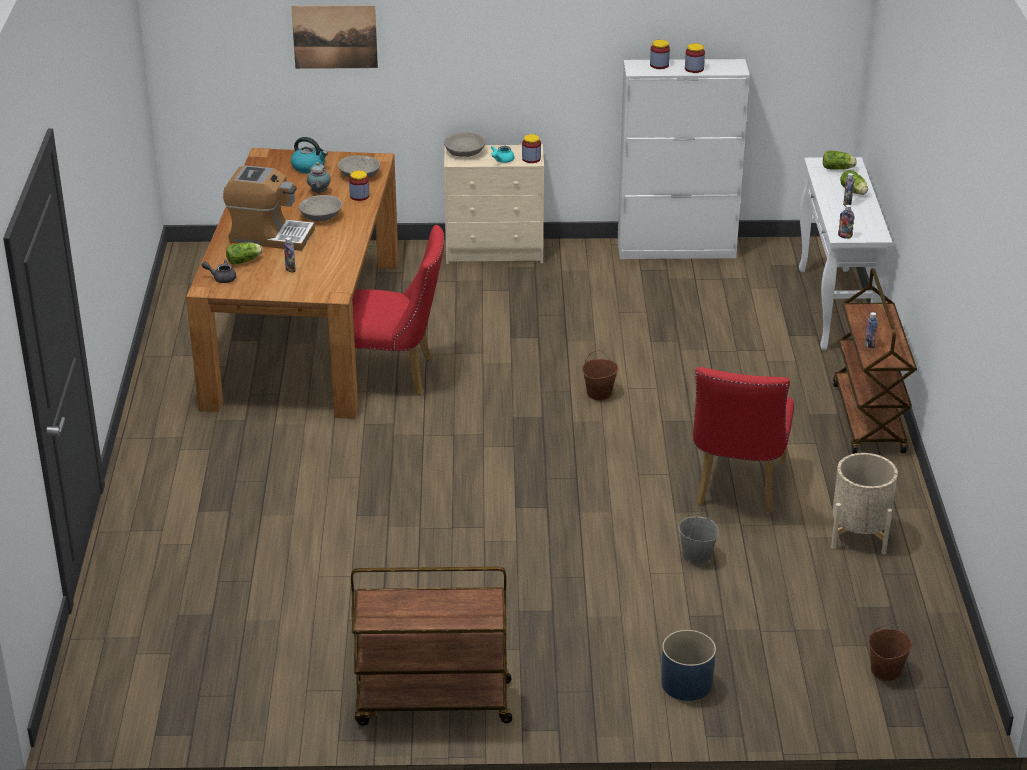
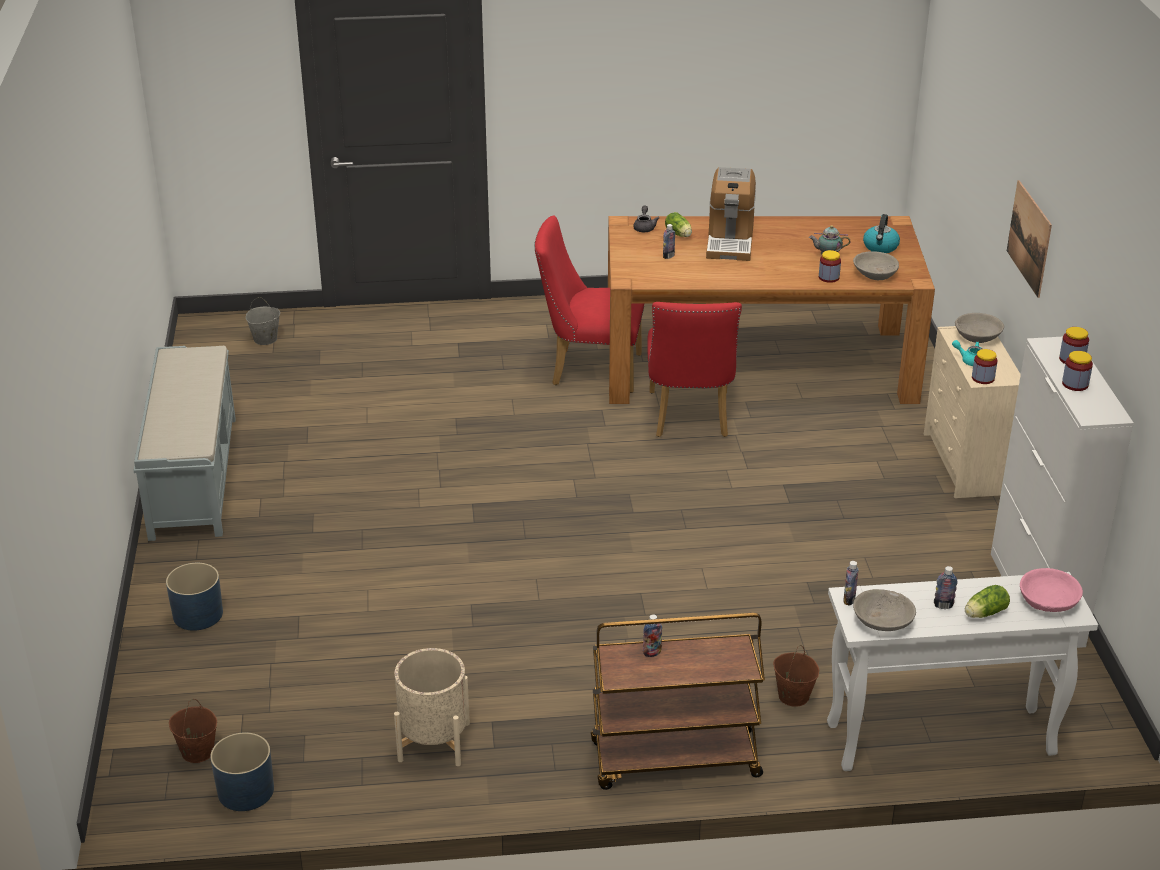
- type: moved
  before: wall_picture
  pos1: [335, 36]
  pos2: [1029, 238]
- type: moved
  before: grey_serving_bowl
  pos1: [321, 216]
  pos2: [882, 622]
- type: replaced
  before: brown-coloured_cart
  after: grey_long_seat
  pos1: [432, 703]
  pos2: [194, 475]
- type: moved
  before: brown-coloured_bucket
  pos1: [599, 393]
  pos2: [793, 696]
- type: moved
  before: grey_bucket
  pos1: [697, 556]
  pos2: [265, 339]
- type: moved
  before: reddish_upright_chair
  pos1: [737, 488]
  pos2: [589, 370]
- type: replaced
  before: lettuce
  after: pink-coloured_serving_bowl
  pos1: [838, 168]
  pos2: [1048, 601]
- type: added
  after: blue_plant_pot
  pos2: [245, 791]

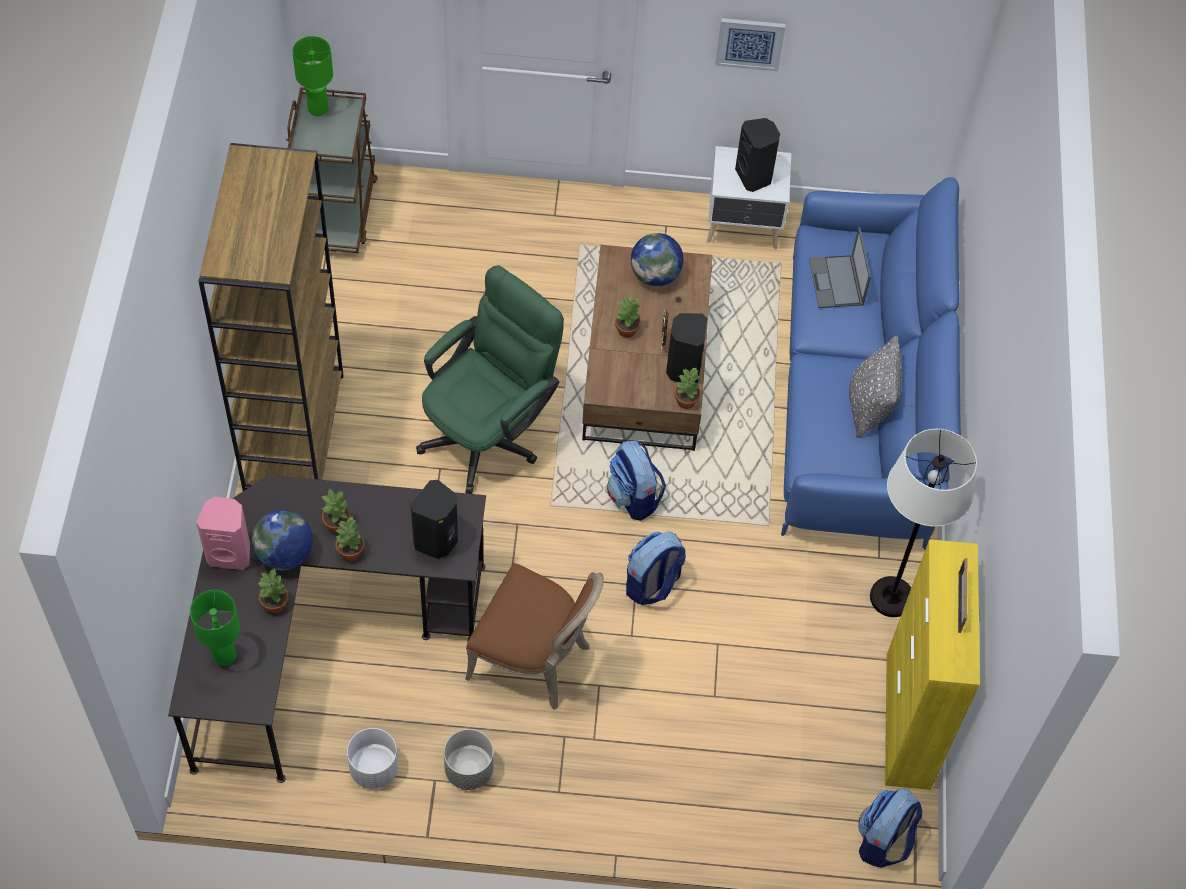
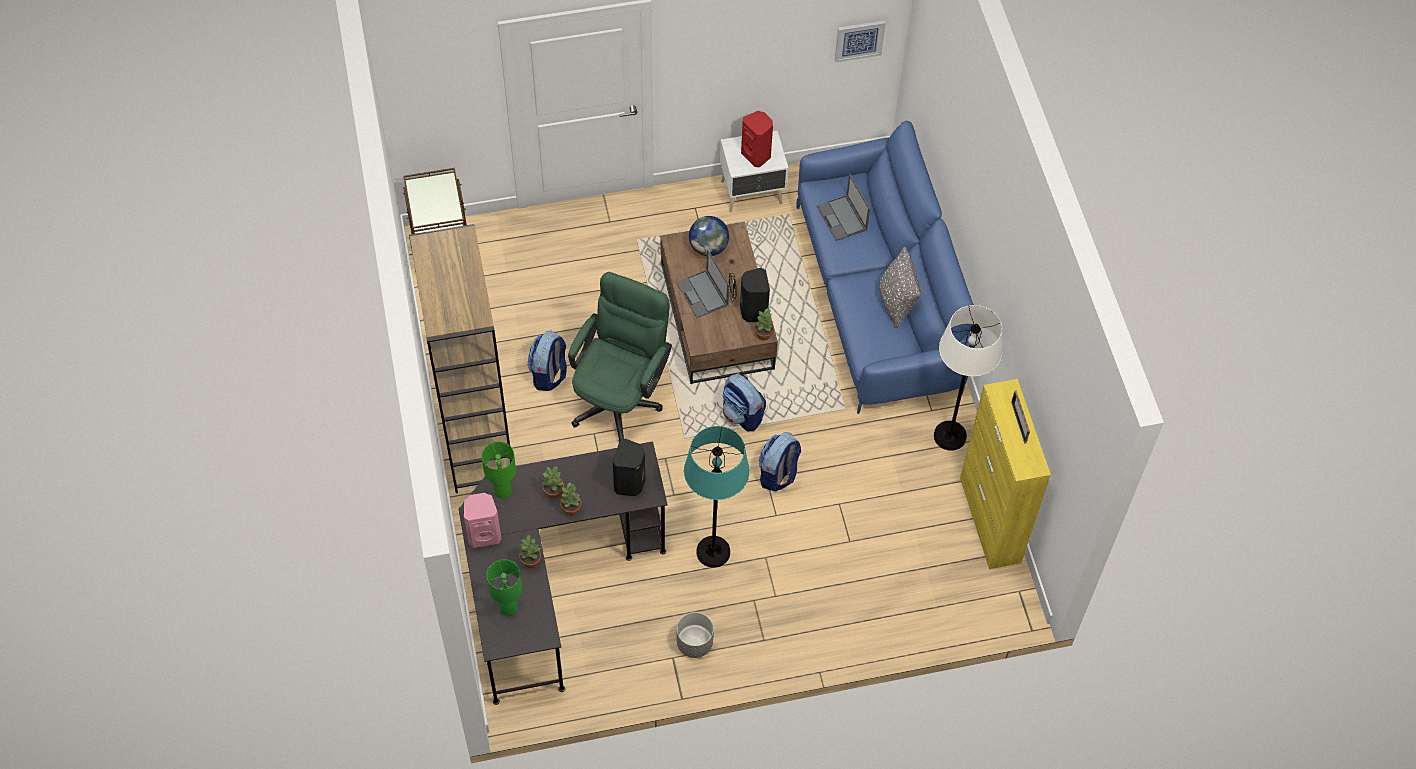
- type: removed
  before: globe
  pos1: [285, 554]
- type: moved
  before: greenish_table_lamp
  pos1: [318, 109]
  pos2: [503, 491]
- type: removed
  before: white_plant_pot
  pos1: [373, 769]
- type: replaced
  before: brown-coloured_upright_chair
  after: blue-green_standing_lamp
  pos1: [534, 660]
  pos2: [713, 552]
- type: replaced
  before: houseplant
  after: portable_computer
  pos1: [627, 330]
  pos2: [702, 294]
- type: moved
  before: wall_picture
  pos1: [750, 43]
  pos2: [859, 40]
- type: recoloured
  before: black-coloured_loudspeaker
  after: reddish_loudspeaker
  pos1: [754, 176]
  pos2: [757, 155]
- type: moved
  before: knapsack
  pos1: [883, 841]
  pos2: [549, 374]

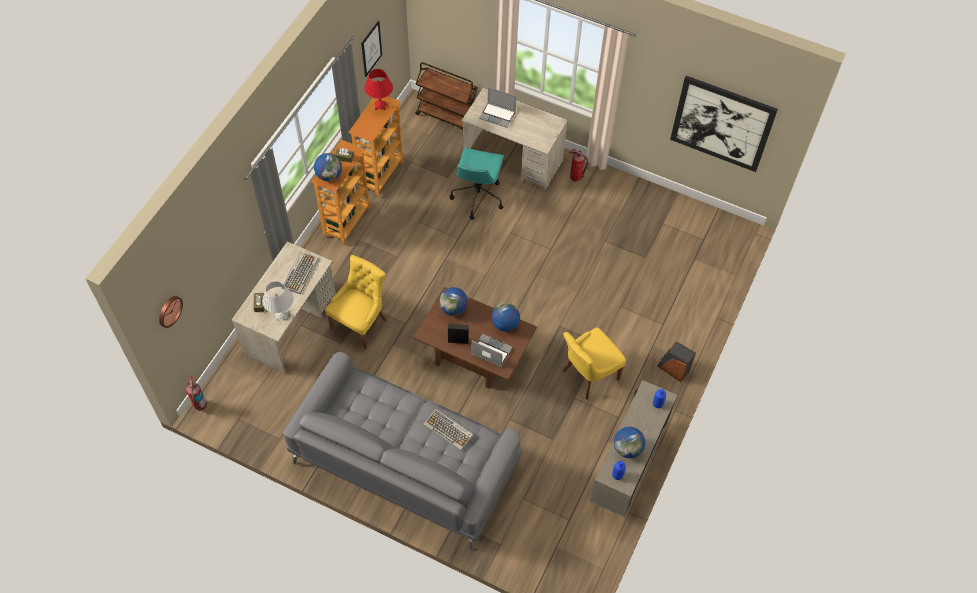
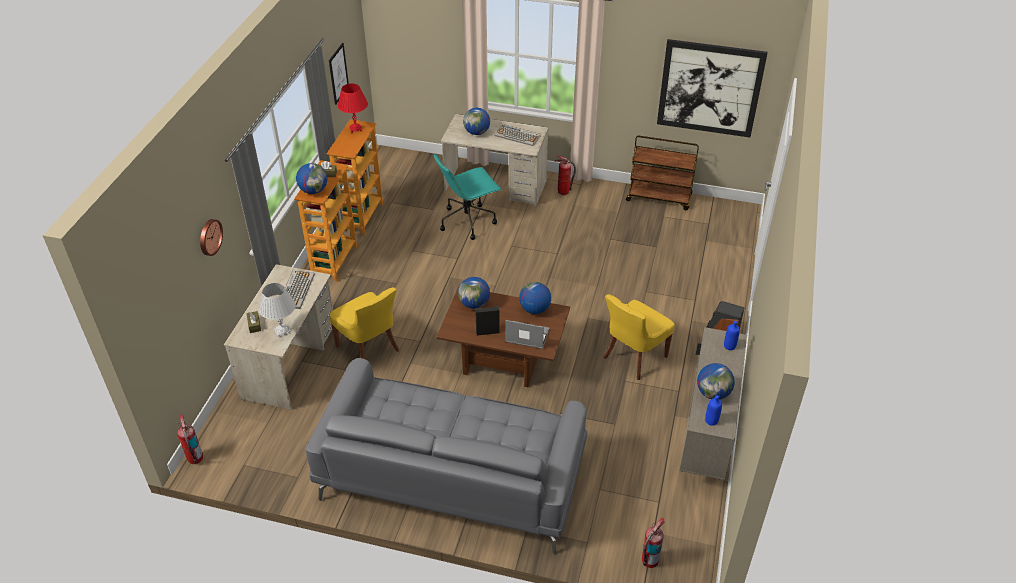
- type: moved
  before: clock_on_the_wall
  pos1: [169, 311]
  pos2: [209, 237]
- type: turned
  before: yellow_upright_chair
  pos1: [360, 323]
  pos2: [369, 349]
  turn: 120
- type: moved
  before: brown-coloured_cart
  pos1: [447, 116]
  pos2: [659, 198]
- type: moved
  before: computer_keyboard
  pos1: [449, 430]
  pos2: [517, 136]
- type: turned
  before: blue-green_desk_chair
  pos1: [477, 196]
  pos2: [468, 221]
  turn: 60
- type: replaced
  before: portable_computer
  after: globe
  pos1: [498, 115]
  pos2: [477, 132]
- type: added
  after: extinguisher
  pos2: [649, 560]

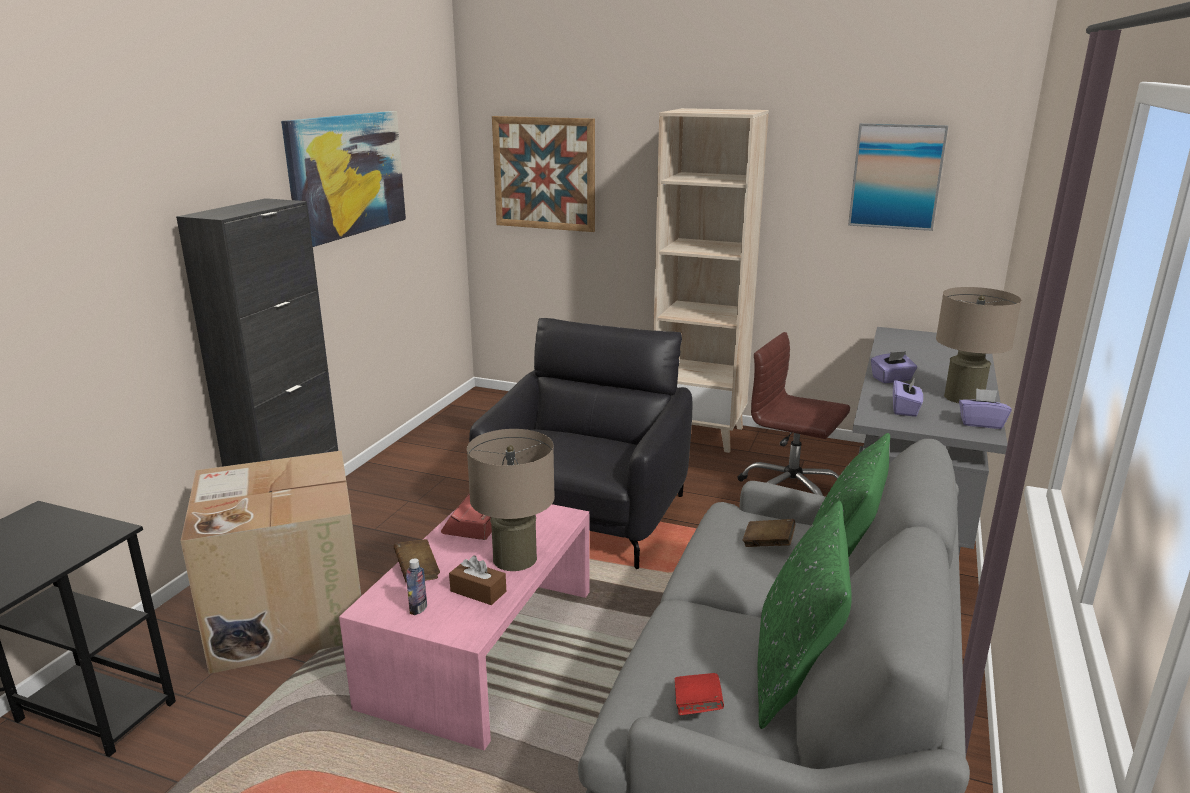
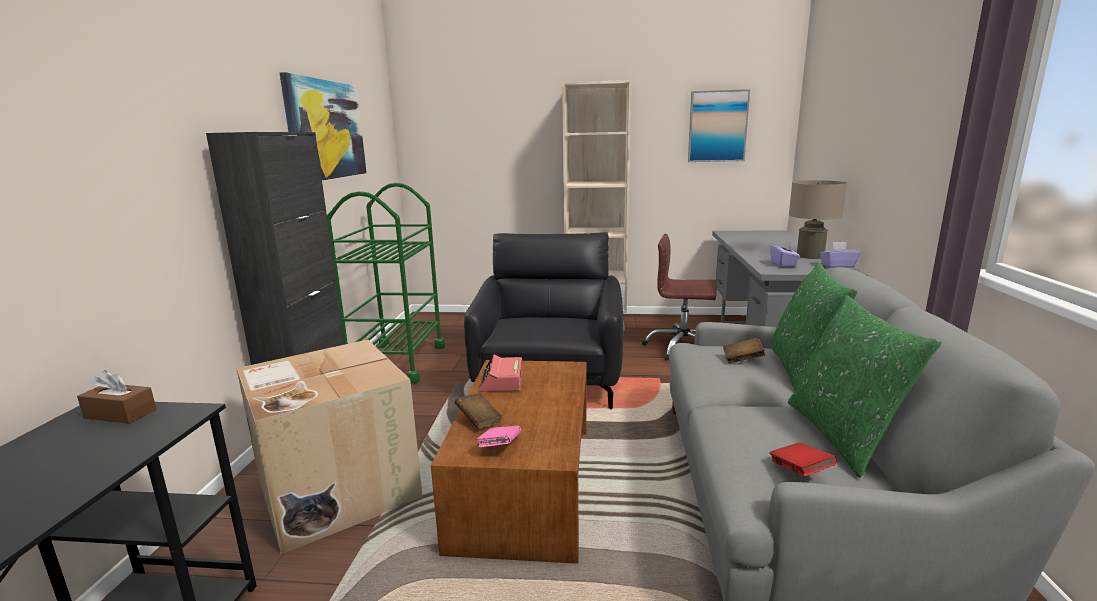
- type: recoloured
  before: pink-coloured_low_table
  after: brown-coloured_low_table
  pos1: [483, 646]
  pos2: [526, 483]
- type: replaced
  before: drink_bottle
  after: pink-coloured_book
  pos1: [418, 609]
  pos2: [500, 447]
- type: moved
  before: brown-coloured_tissue_box
  pos1: [478, 591]
  pos2: [120, 413]
- type: removed
  before: beige_table_lamp
  pos1: [515, 558]
- type: removed
  before: wall_picture
  pos1: [544, 173]
- type: removed
  before: purple_tissue_box
  pos1: [892, 379]
- type: added
  after: greenish_cart
  pos2: [397, 362]

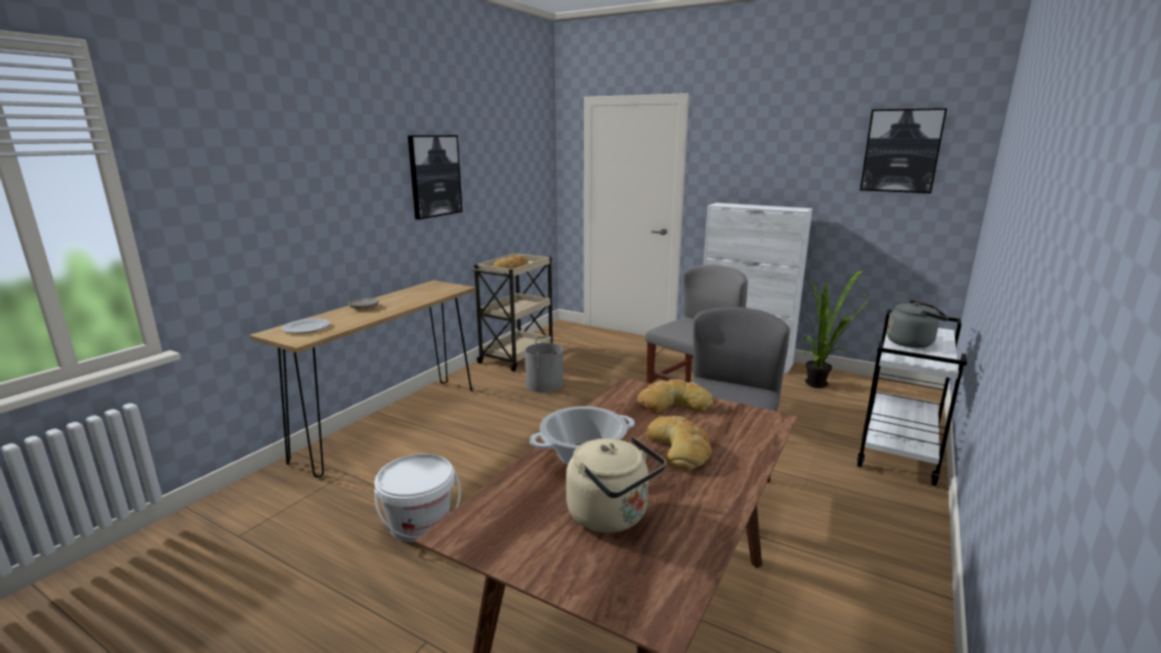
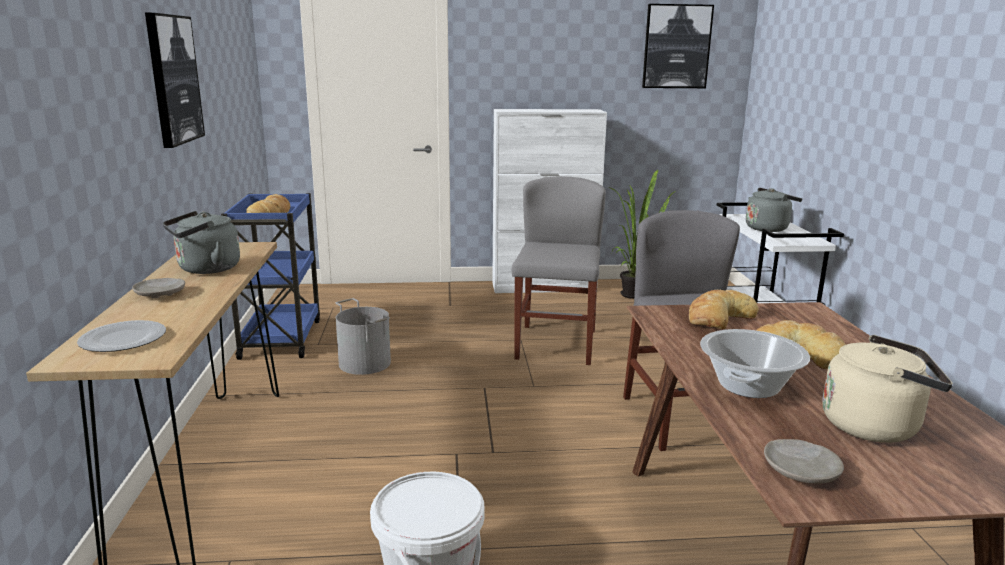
- type: recoloured
  before: beige_cart
  after: blue_cart
  pos1: [517, 355]
  pos2: [281, 338]
- type: added
  after: grey_water_kettle
  pos2: [205, 269]
- type: added
  after: beige_flat_dish
  pos2: [801, 471]

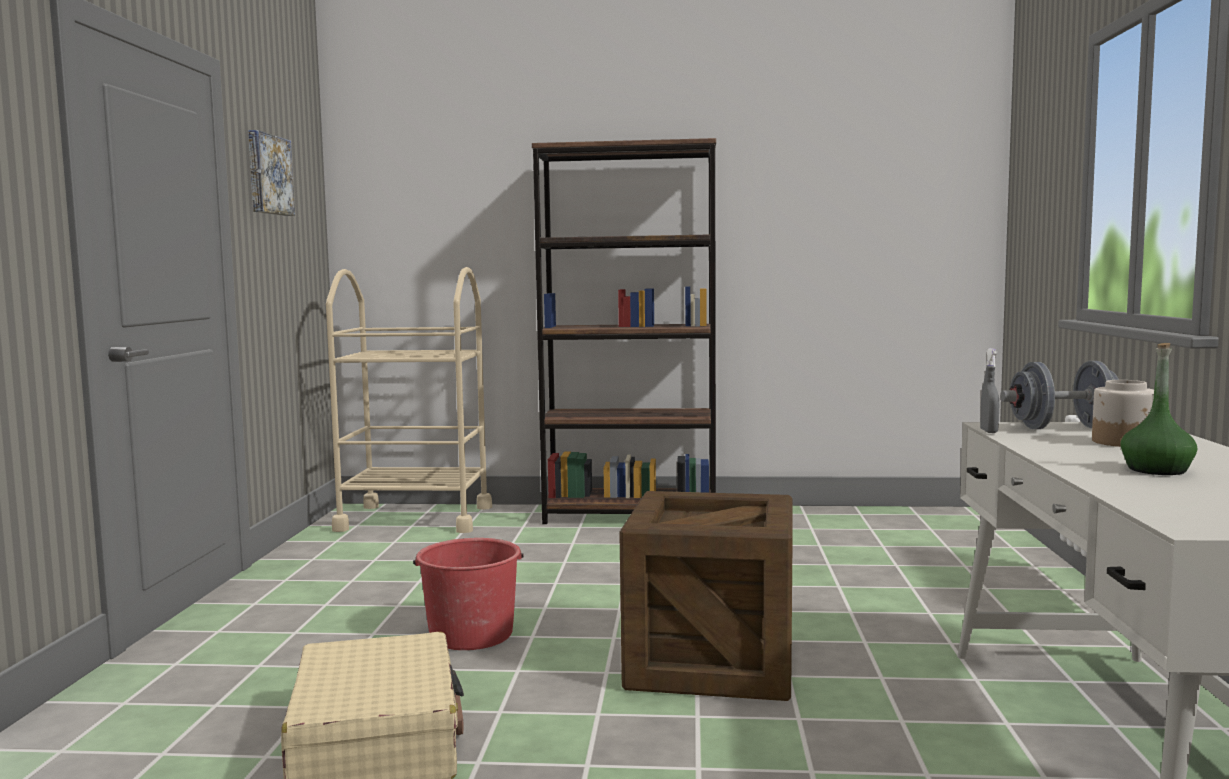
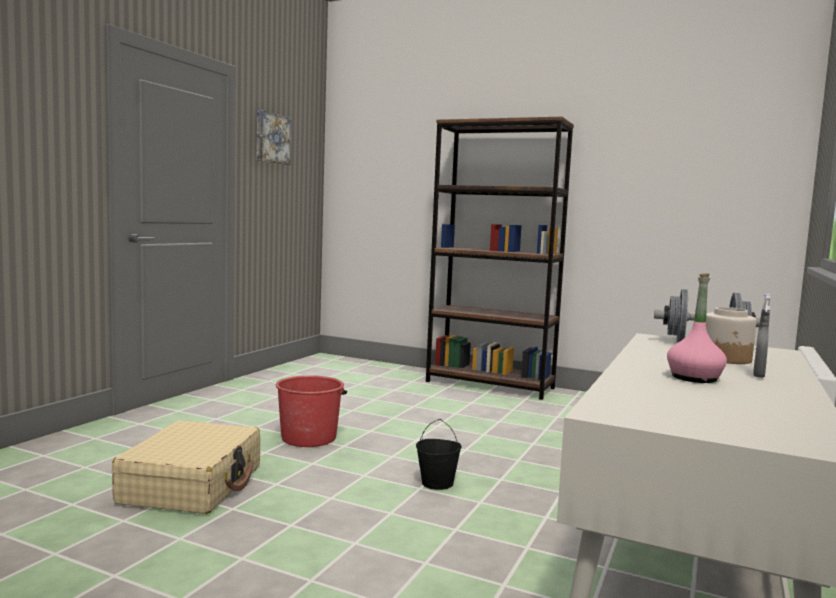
- type: removed
  before: beige_cart
  pos1: [415, 518]
- type: replaced
  before: shipping_crate
  after: black-coloured_bucket
  pos1: [711, 662]
  pos2: [437, 483]
- type: moved
  before: grey_hand_sprayer
  pos1: [989, 431]
  pos2: [758, 375]
- type: recoloured
  before: greenish_drink_bottle
  after: pink-coloured_drink_bottle
  pos1: [1156, 470]
  pos2: [694, 378]

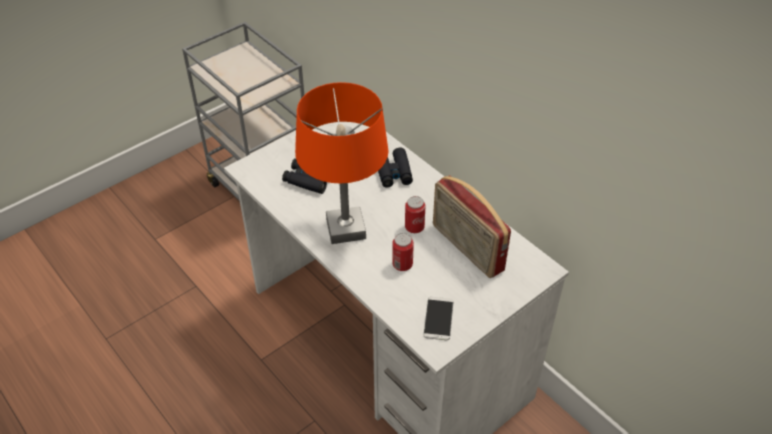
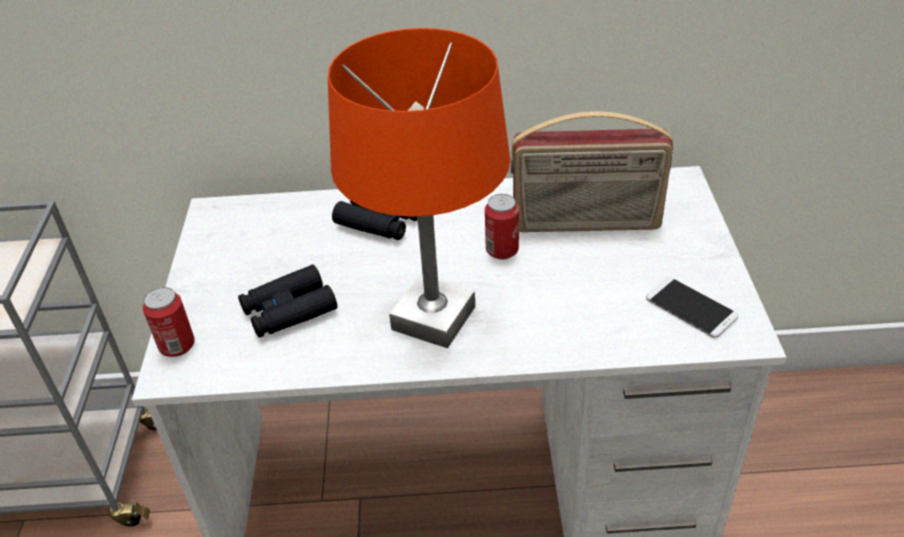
- type: moved
  before: metal_can
  pos1: [402, 264]
  pos2: [177, 346]

